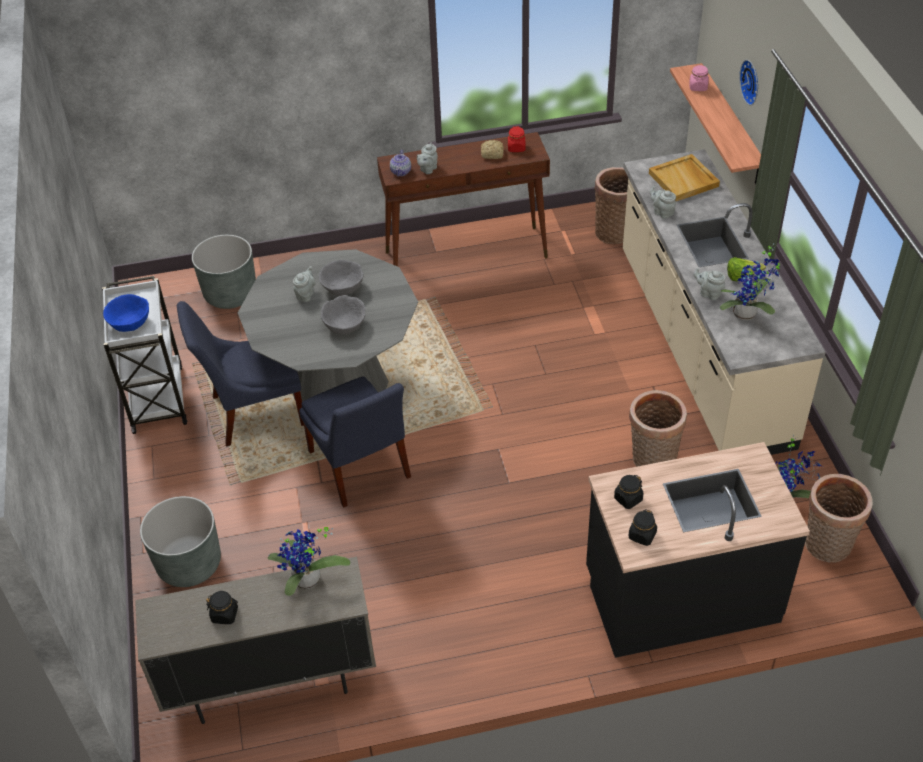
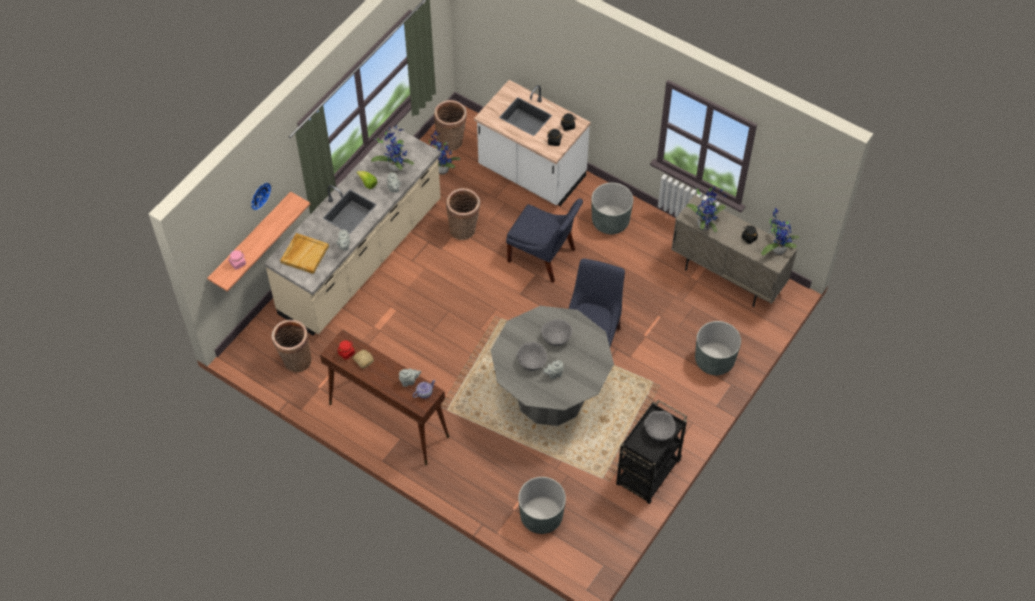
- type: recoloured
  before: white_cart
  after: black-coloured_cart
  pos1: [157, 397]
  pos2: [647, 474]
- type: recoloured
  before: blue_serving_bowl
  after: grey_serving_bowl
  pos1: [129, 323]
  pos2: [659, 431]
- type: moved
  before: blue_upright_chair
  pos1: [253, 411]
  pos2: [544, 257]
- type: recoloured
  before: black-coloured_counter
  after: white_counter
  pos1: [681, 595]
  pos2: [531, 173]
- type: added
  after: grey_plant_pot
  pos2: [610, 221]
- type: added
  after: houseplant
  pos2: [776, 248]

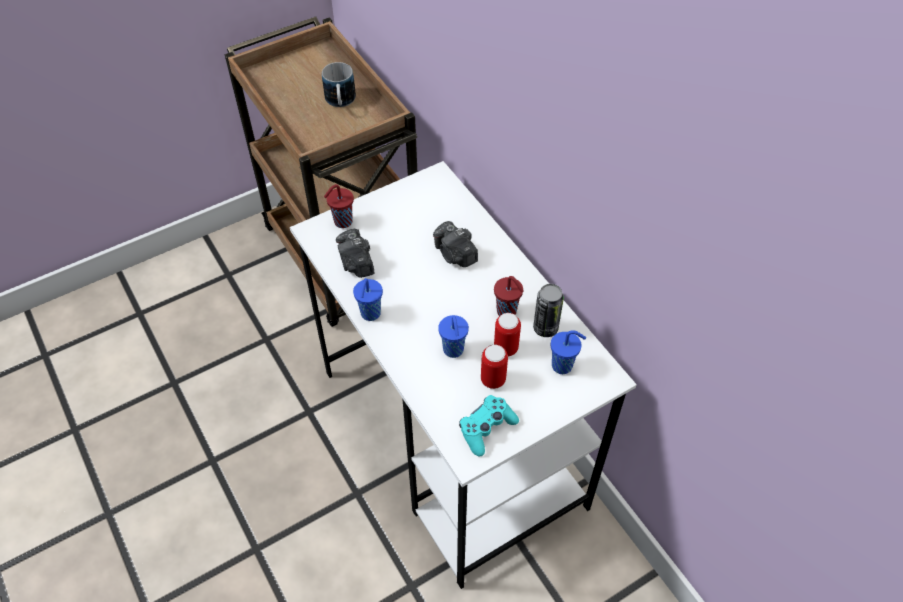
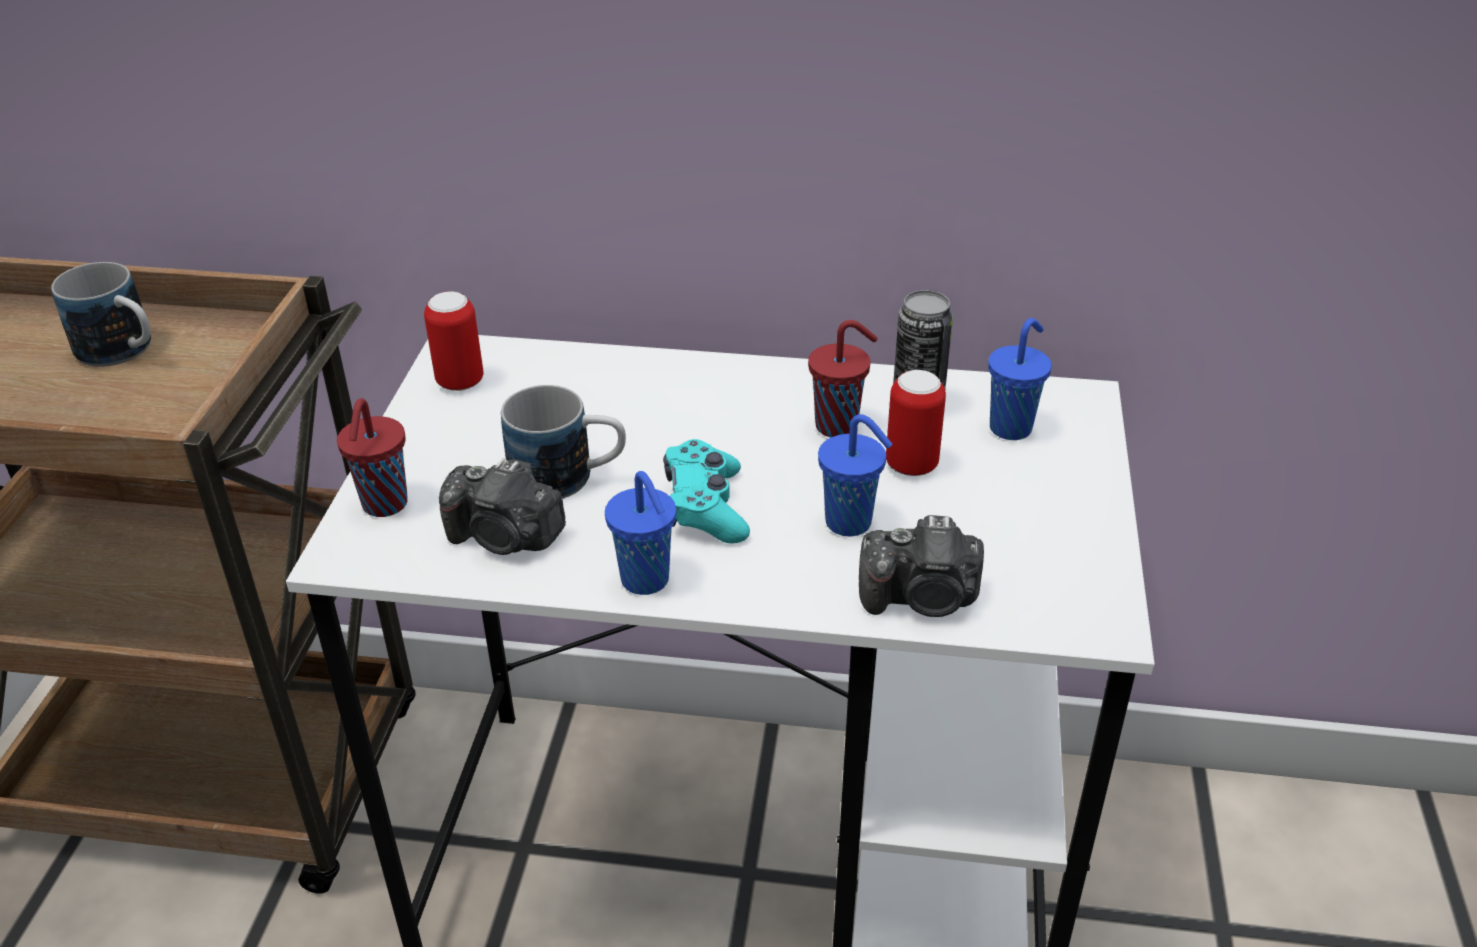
- type: moved
  before: still_camera
  pos1: [455, 254]
  pos2: [922, 598]
- type: moved
  before: blue-green_game_controller
  pos1: [486, 428]
  pos2: [705, 507]
- type: moved
  before: metal_can
  pos1: [493, 380]
  pos2: [460, 382]
- type: added
  after: coffee_mug
  pos2: [569, 478]

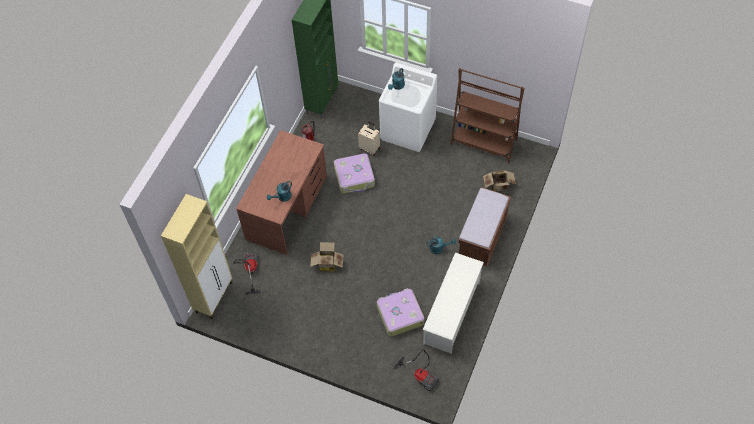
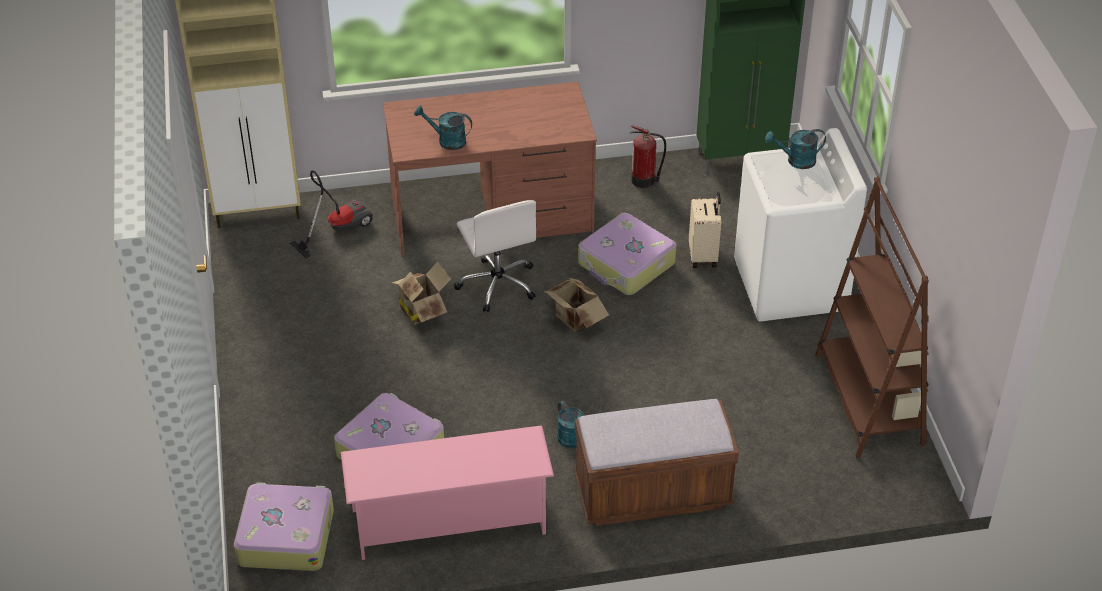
- type: replaced
  before: hoover
  after: travel_case
  pos1: [420, 375]
  pos2: [285, 536]
- type: recoloured
  before: white_shoe_rack
  after: pink-coloured_shoe_rack
  pos1: [452, 313]
  pos2: [449, 522]
- type: moved
  before: packing_box
  pos1: [499, 186]
  pos2: [574, 320]
- type: added
  after: white_desk_chair
  pos2: [497, 284]

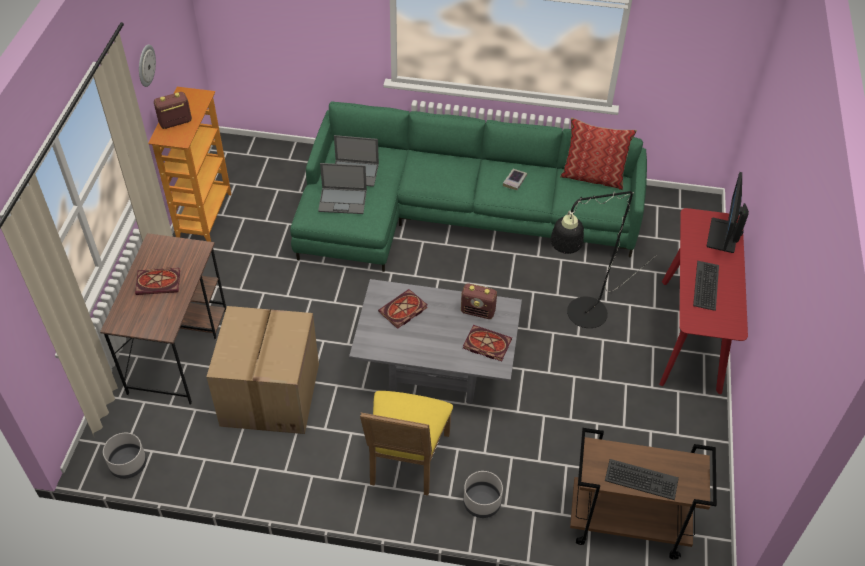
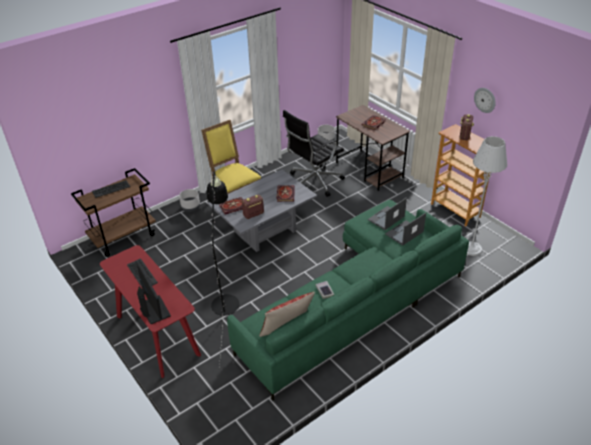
- type: replaced
  before: packing_box
  after: black-coloured_desk_chair
  pos1: [271, 395]
  pos2: [313, 182]
- type: added
  after: grey_standing_lamp
  pos2: [471, 249]

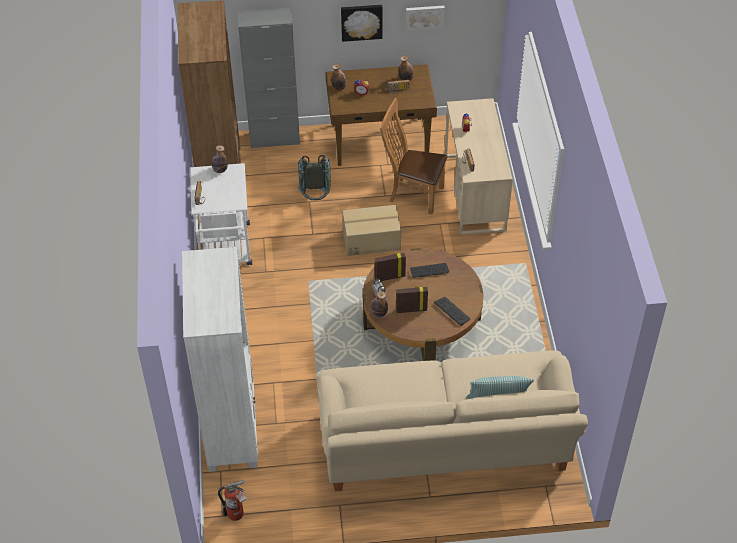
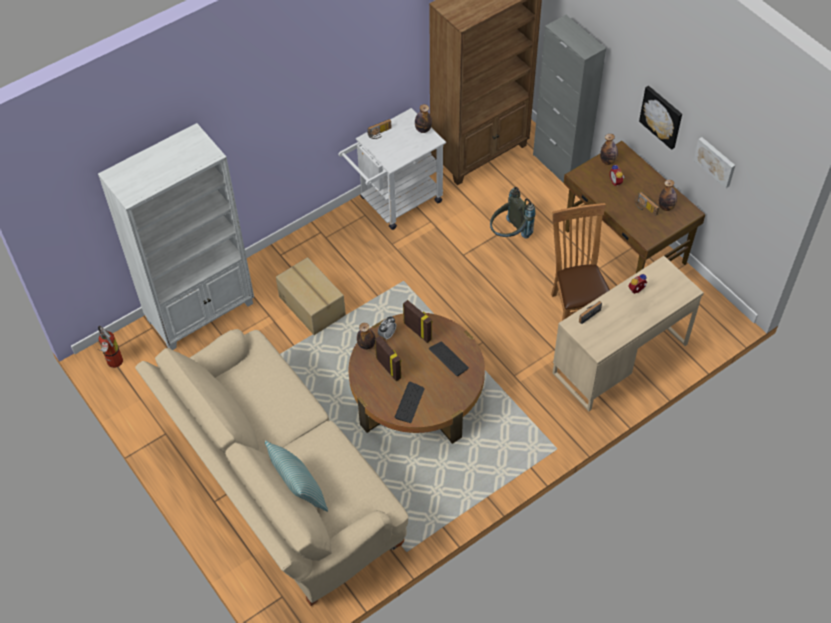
- type: moved
  before: packing_box
  pos1: [371, 239]
  pos2: [312, 305]

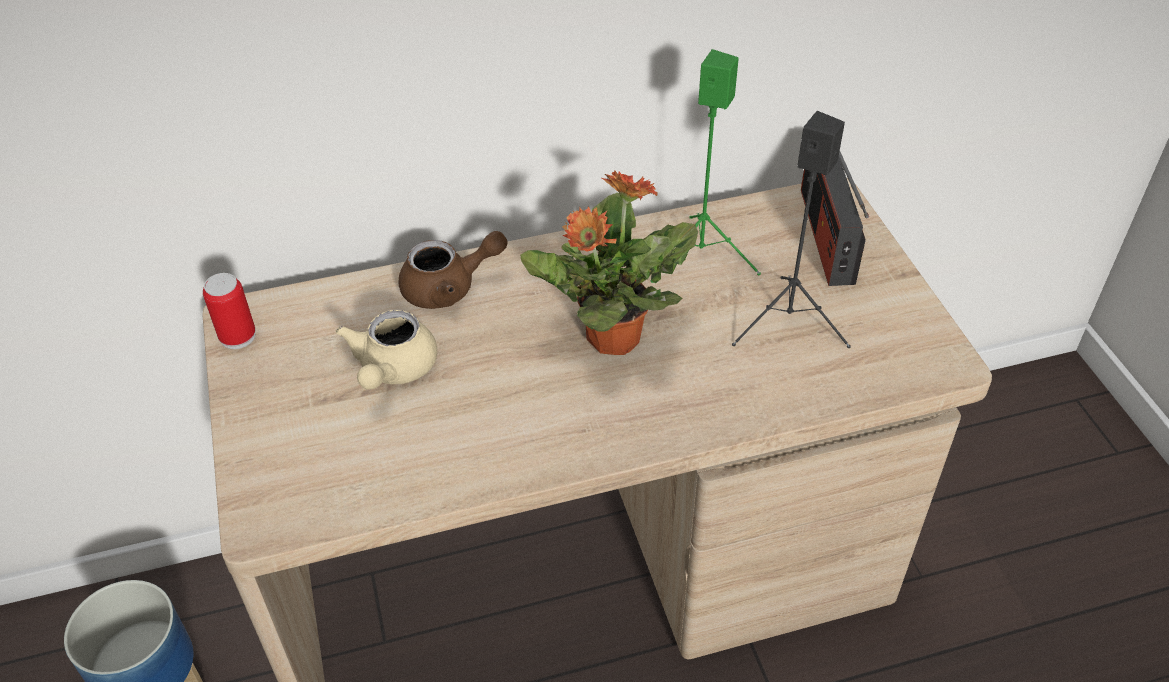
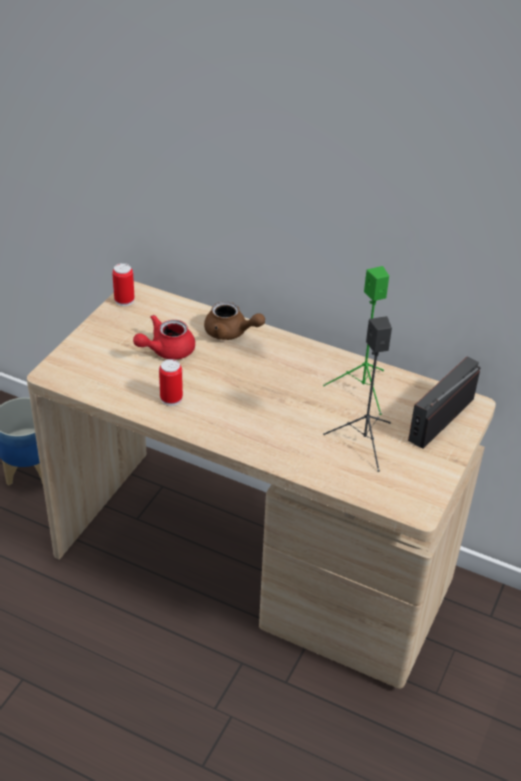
- type: recoloured
  before: beige_tea_pot
  after: reddish_tea_pot
  pos1: [392, 370]
  pos2: [166, 350]
- type: removed
  before: houseplant
  pos1: [611, 338]
- type: added
  after: metal_can
  pos2: [171, 398]

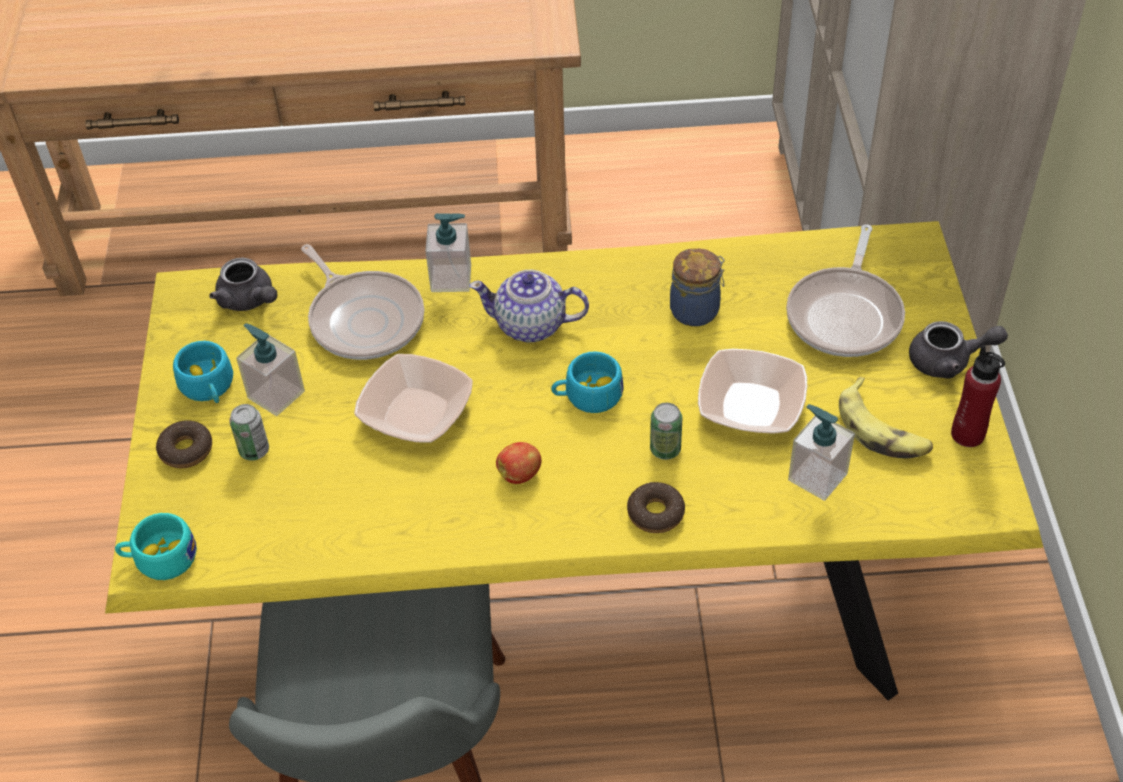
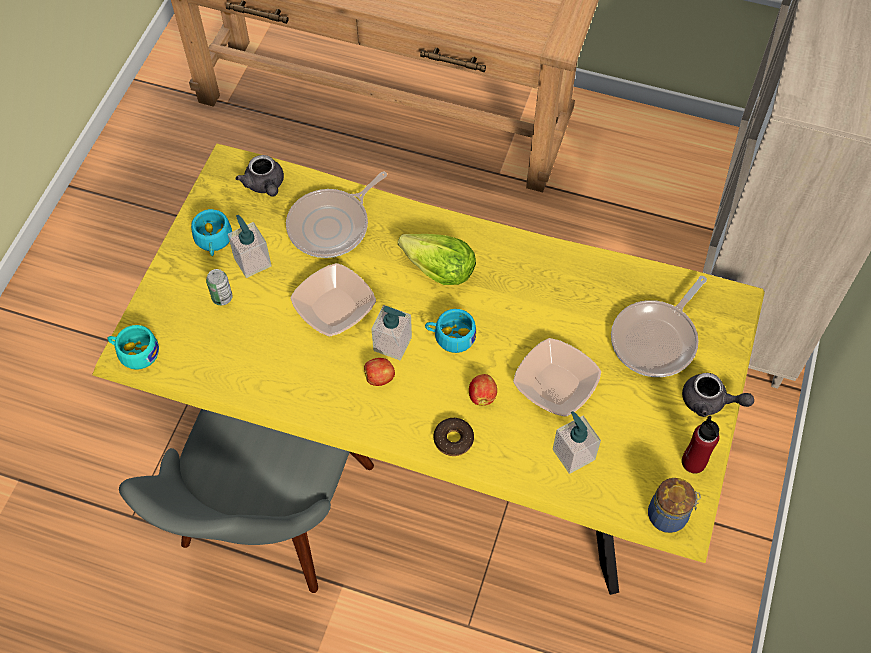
- type: removed
  before: doughnut
  pos1: [186, 450]
- type: turned
  before: skillet
  pos1: [364, 319]
  pos2: [332, 225]
  turn: 60
- type: moved
  before: soap_dispenser
  pos1: [451, 278]
  pos2: [393, 344]
- type: replaced
  before: tea_pot
  after: lettuce
  pos1: [531, 325]
  pos2: [438, 270]
- type: replaced
  before: metal_can
  after: apple_fruit
  pos1: [665, 449]
  pos2: [482, 395]
- type: moved
  before: storage_jar
  pos1: [696, 310]
  pos2: [669, 515]
- type: removed
  before: whole_banana
  pos1: [882, 430]

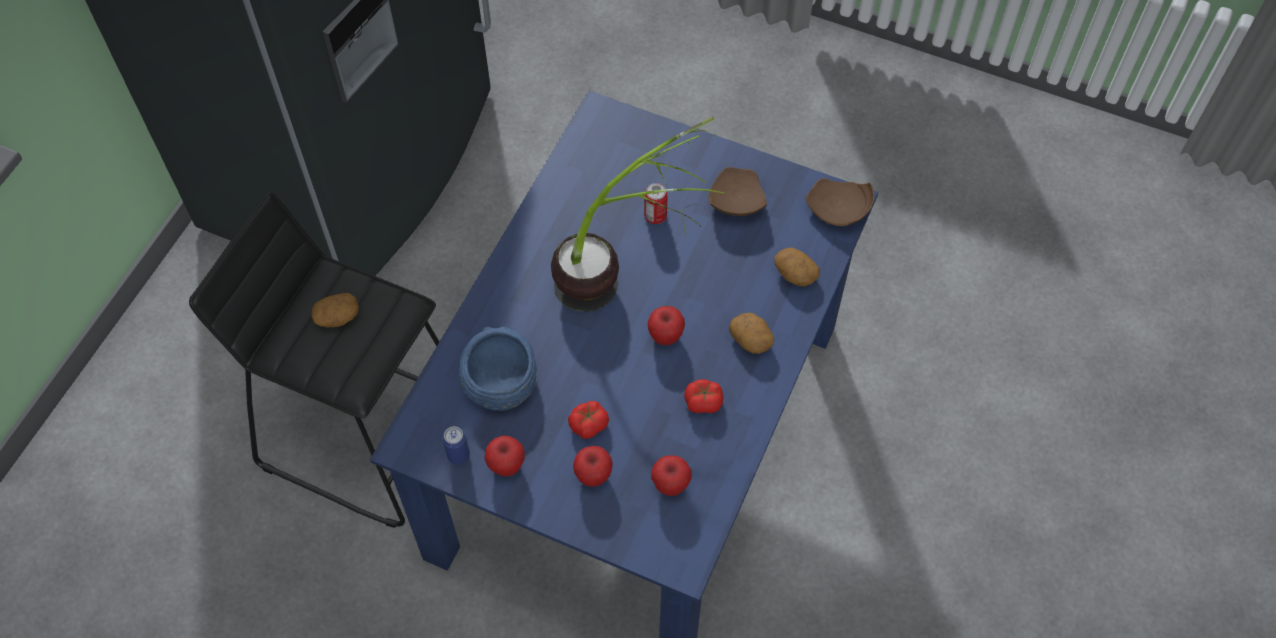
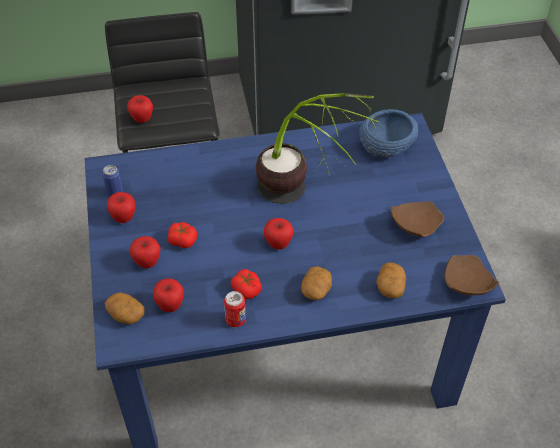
- type: moved
  before: whole_potato
  pos1: [337, 317]
  pos2: [125, 314]
- type: moved
  before: blue_serving_bowl
  pos1: [499, 379]
  pos2: [386, 143]
- type: moved
  before: metal_can
  pos1: [655, 216]
  pos2: [235, 320]
- type: added
  after: apple_fruit
  pos2: [142, 119]

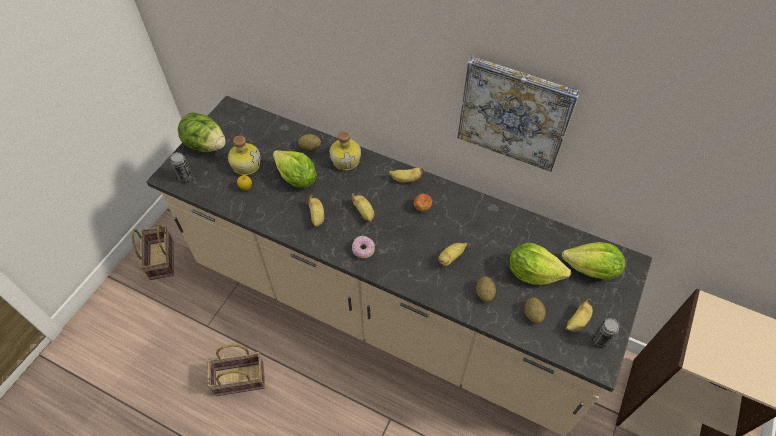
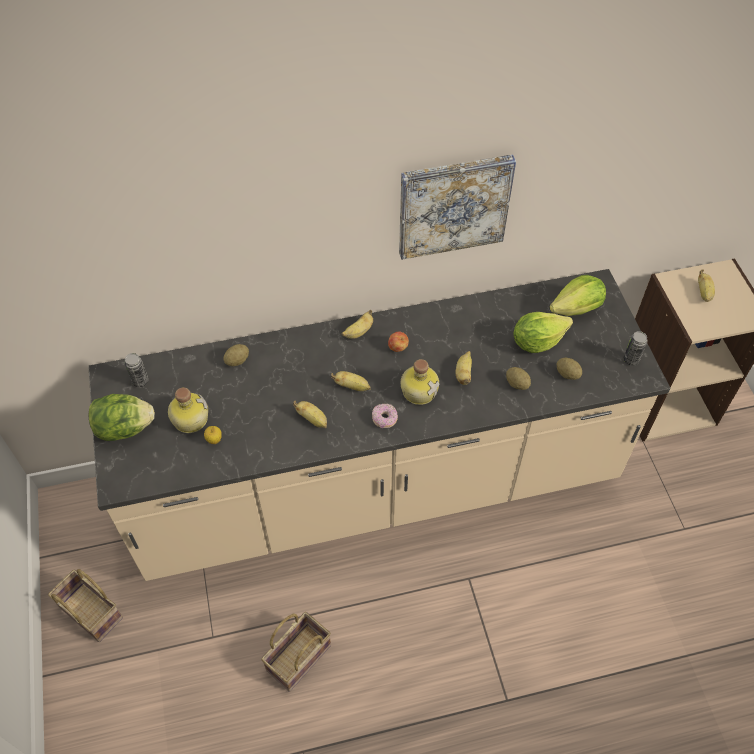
- type: moved
  before: metal_can
  pos1: [186, 178]
  pos2: [140, 381]
- type: removed
  before: lettuce
  pos1: [297, 179]
- type: moved
  before: drink_bottle
  pos1: [346, 160]
  pos2: [419, 390]
- type: moved
  before: whole_banana
  pos1: [577, 322]
  pos2: [704, 293]

